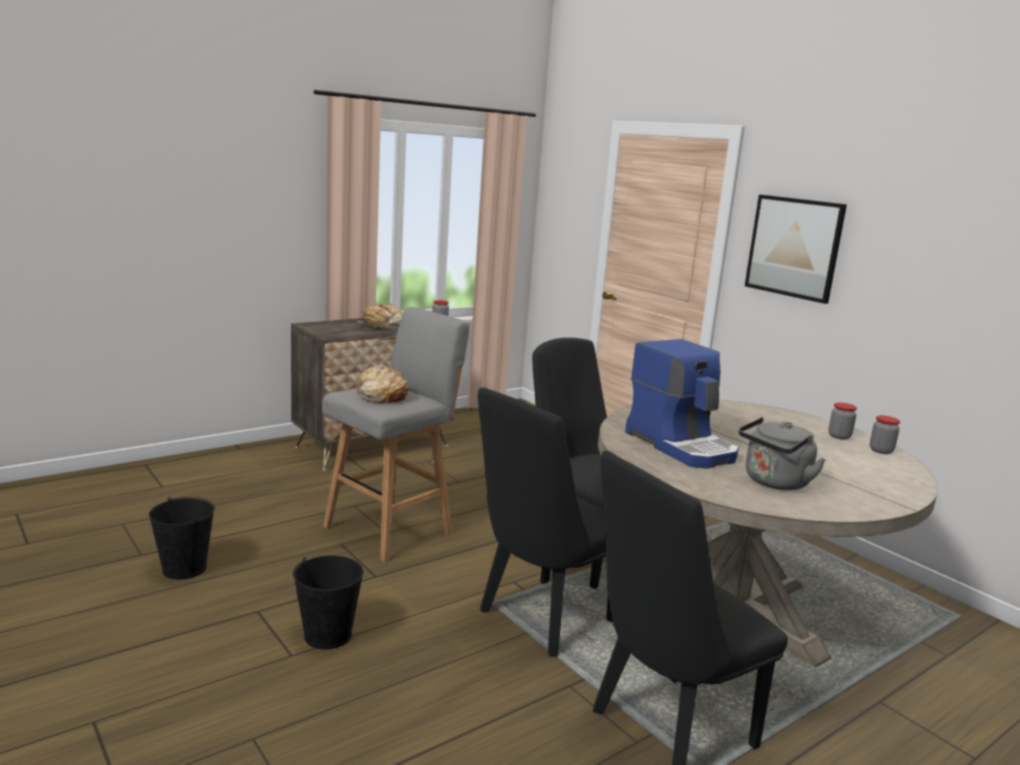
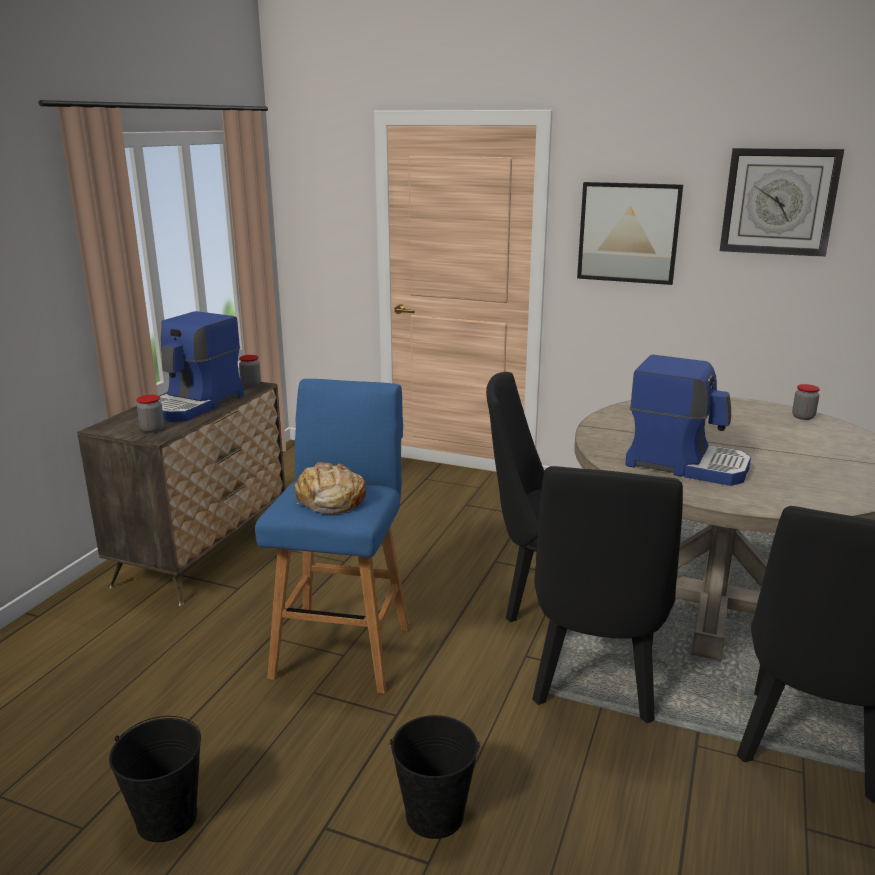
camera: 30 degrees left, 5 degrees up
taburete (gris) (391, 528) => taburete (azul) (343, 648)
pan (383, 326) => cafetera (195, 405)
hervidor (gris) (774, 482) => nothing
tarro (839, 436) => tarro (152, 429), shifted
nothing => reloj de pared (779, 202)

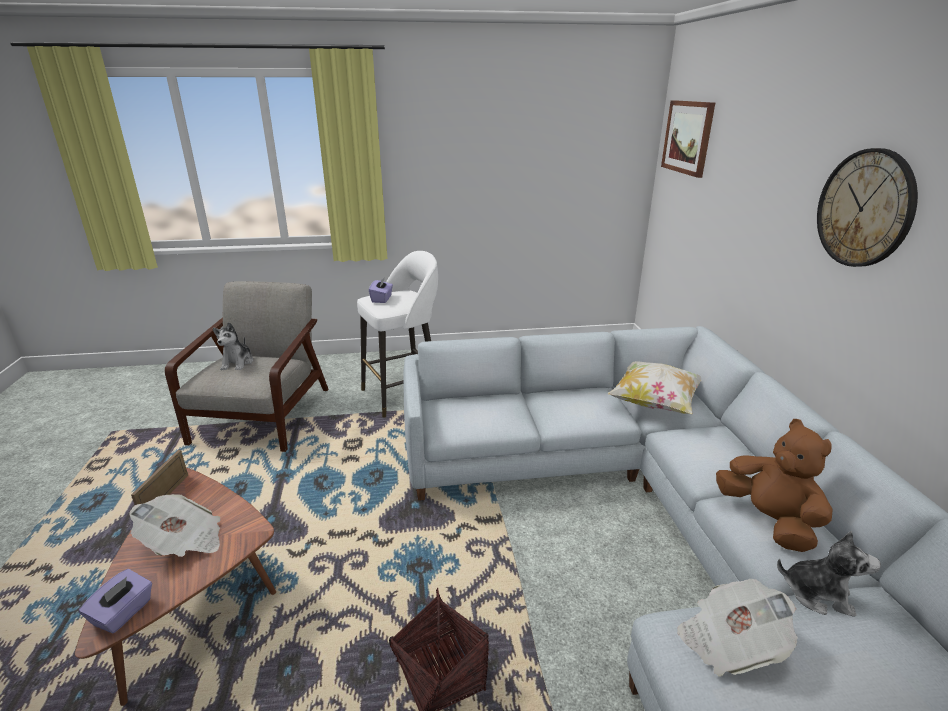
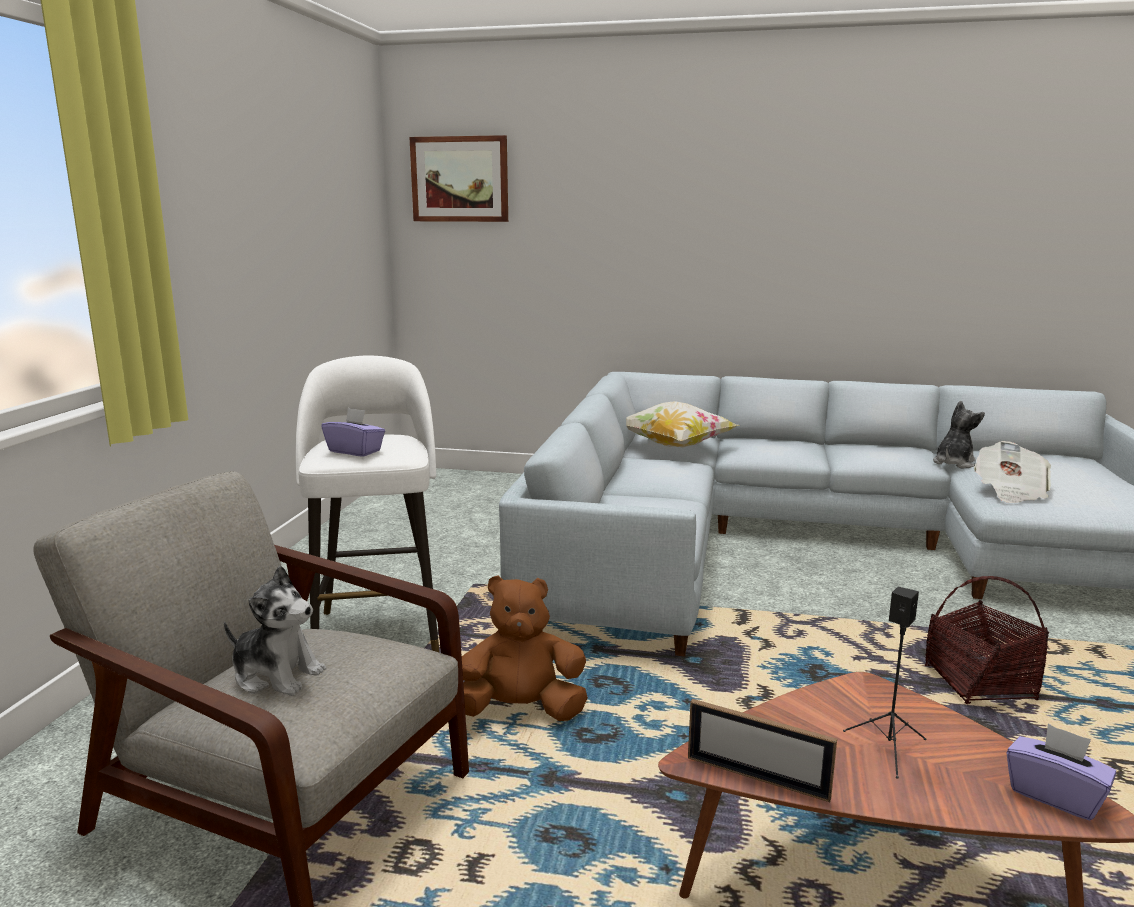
camera: 70 degrees left, 10 degrees down
periódico (184, 542) => altavoz (negro) (888, 748)
peluche (marrón) (768, 520) => peluche (marrón) (520, 711), shifted
reloj de pared (865, 208) => nothing

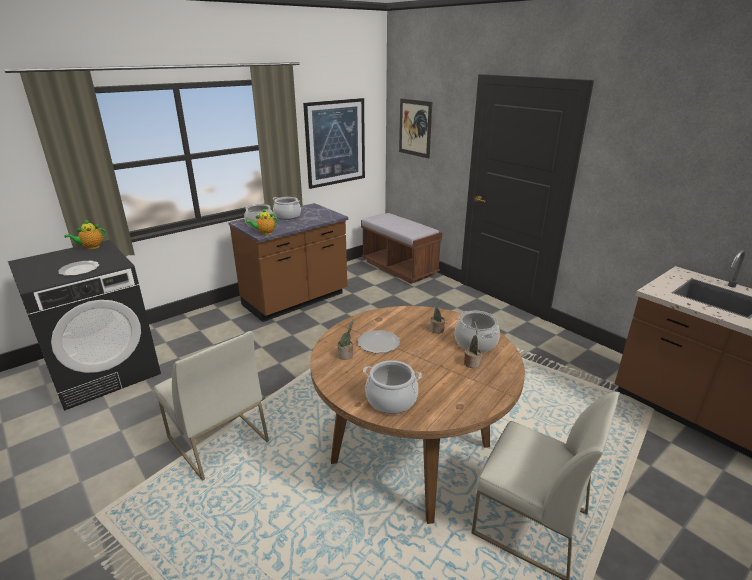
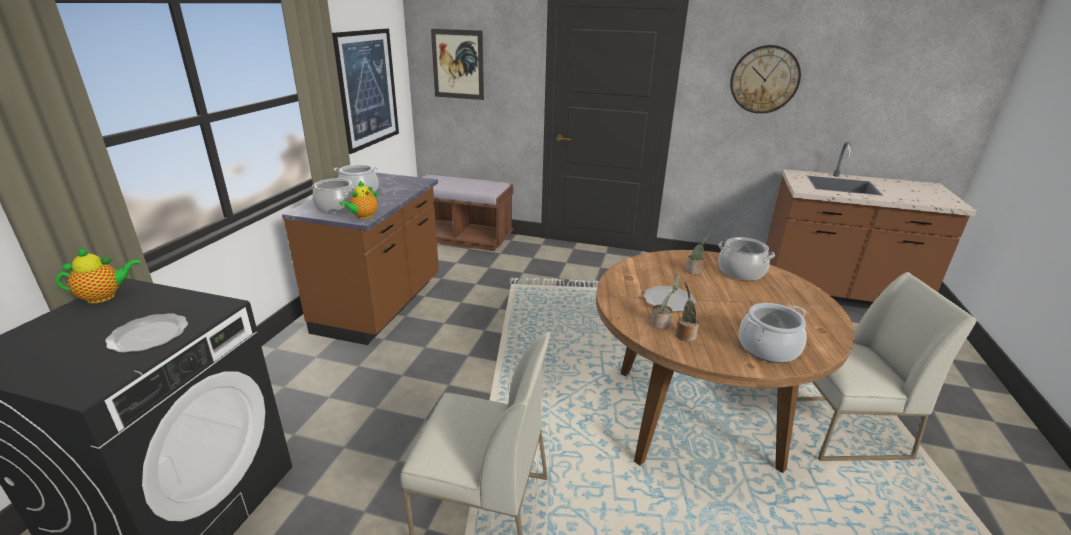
camera: 35 degrees left, 0 degrees up
tetera (91, 247) => tetera (104, 296), 135 degrees counterclockwise
planta en maceta (471, 362) => planta en maceta (684, 335), shifted
nothing => reloj de pared (764, 79)

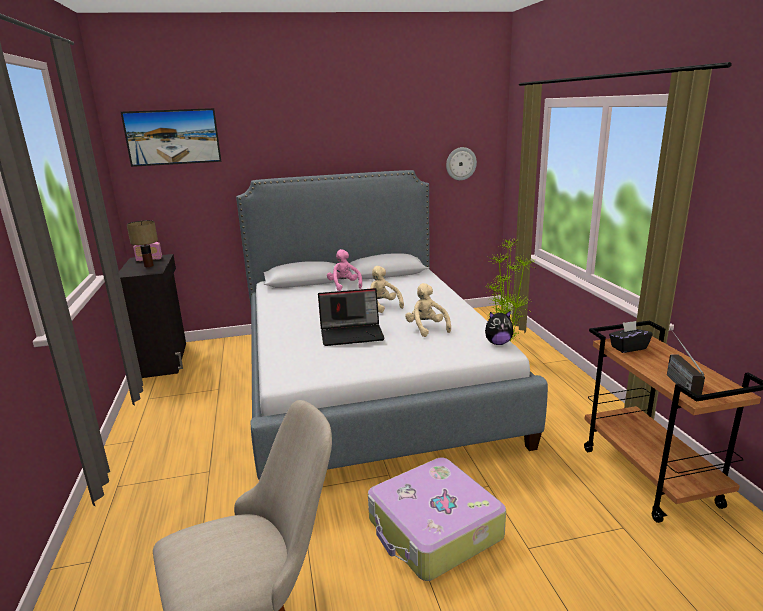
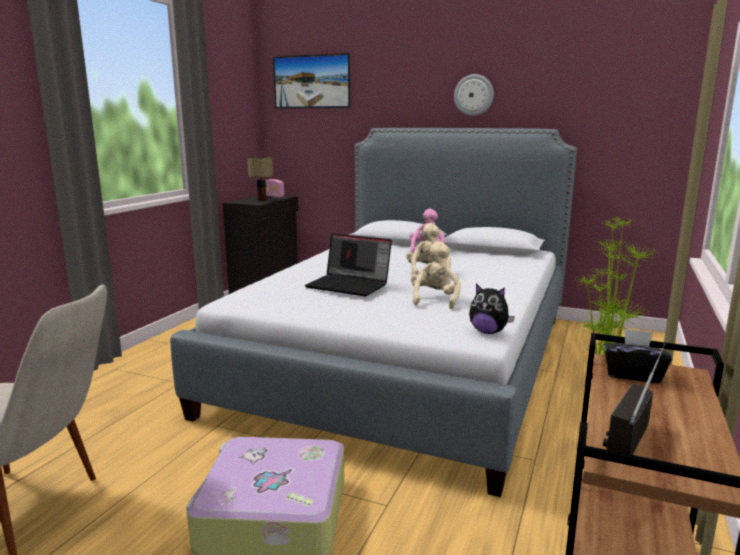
camera: 35 degrees right, 5 degrees down
reloj de pared (461, 163) => reloj de pared (473, 95), shifted

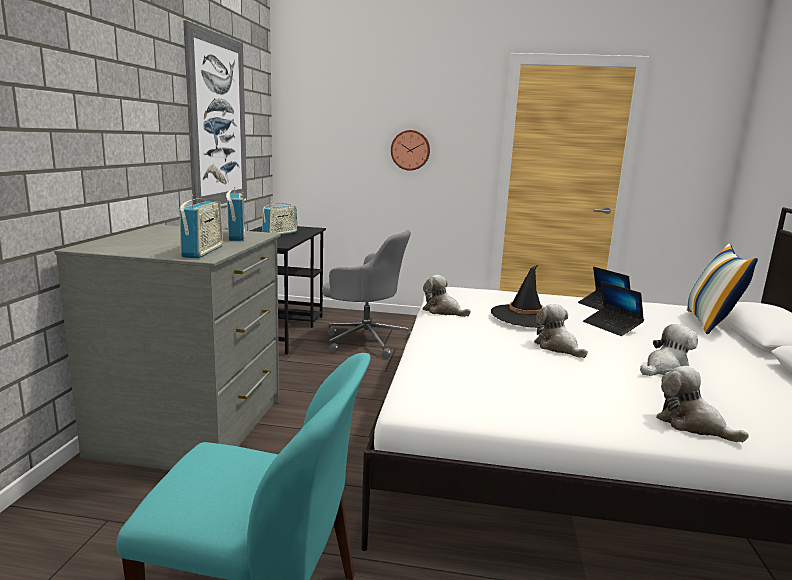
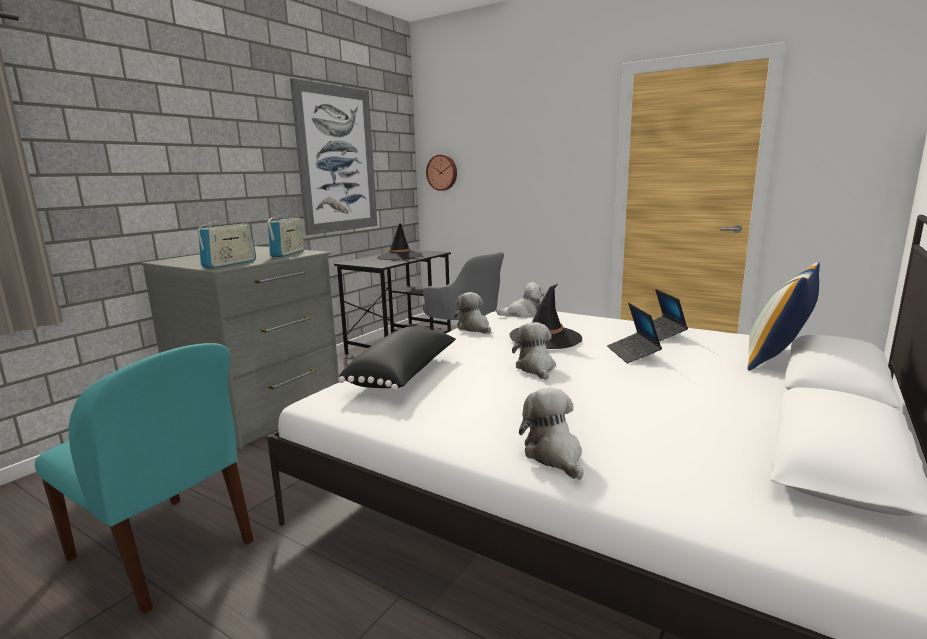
camera: 25 degrees right, 0 degrees up
radio (280, 233) => sombrero (negro) (399, 256)
reloj de pared (410, 150) => reloj de pared (442, 172), shifted
peluche (666, 370) => peluche (523, 314), shifted
nothing => cojín (negro) (405, 375)

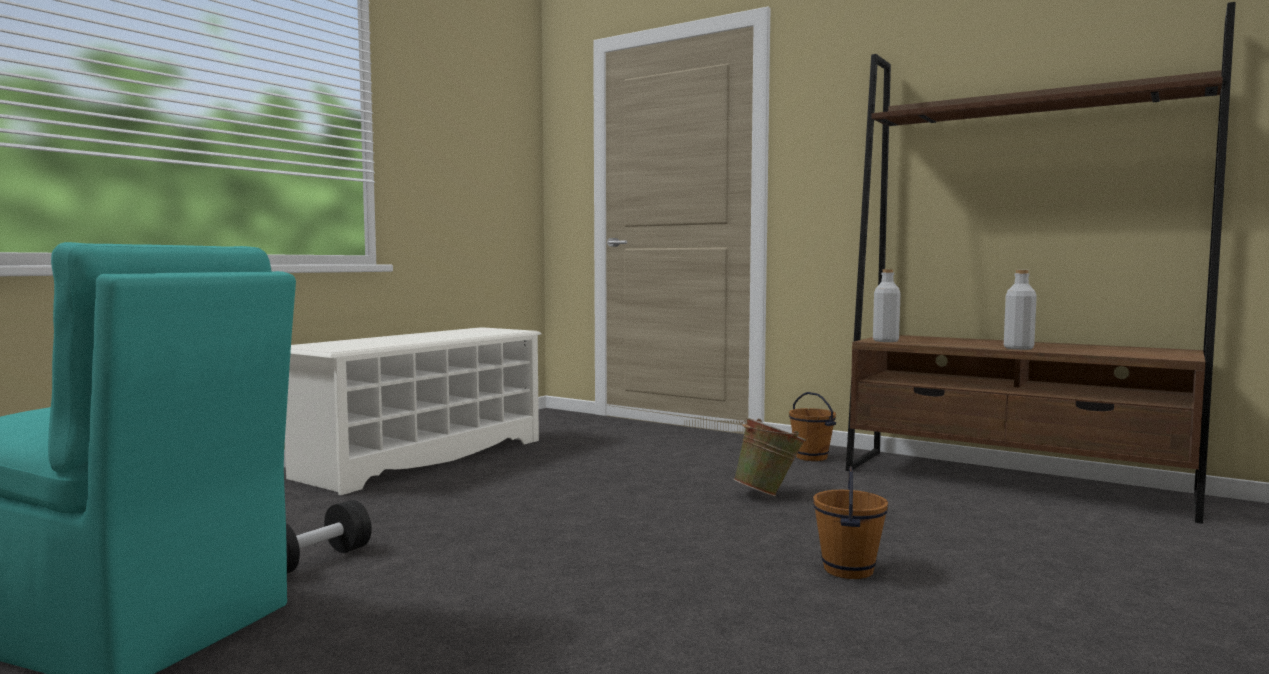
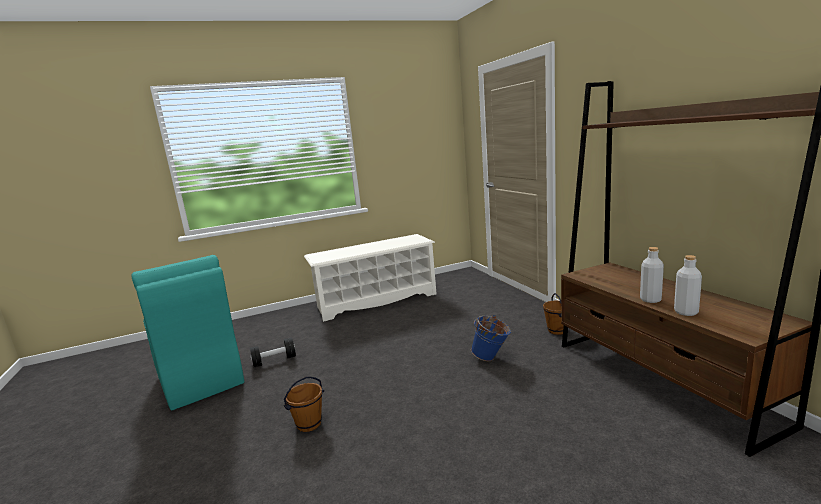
camera: 35 degrees right, 10 degrees up
cubo (verde) (769, 494) => cubo (azul) (492, 358)
cubo (marrón) (847, 570) => cubo (marrón) (309, 424), shifted
botella (gris) (885, 341) => botella (gris) (686, 312), shifted

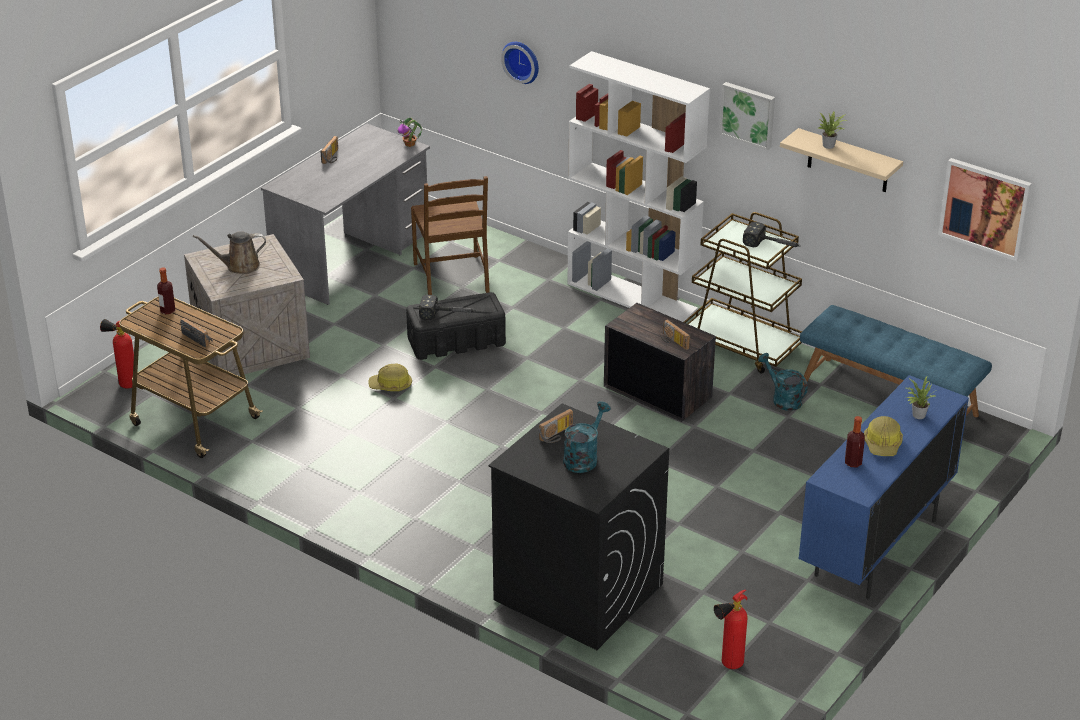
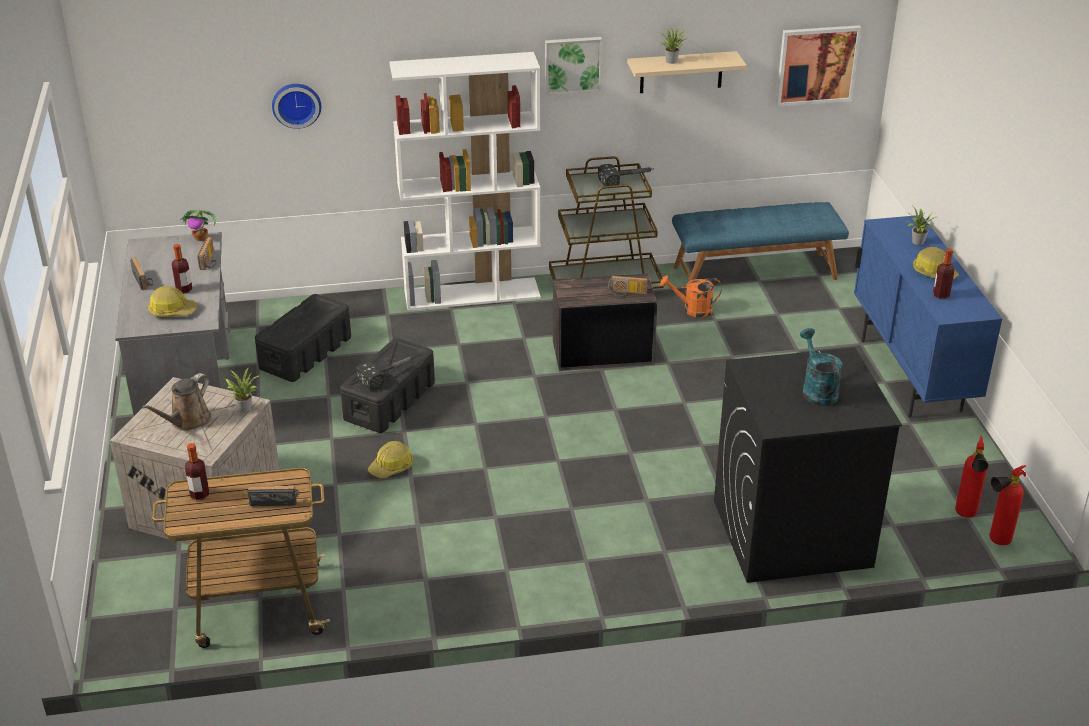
camera: 45 degrees left, 0 degrees up
extintor (124, 384) => extintor (995, 542), shifted
silla (marrón) (452, 278) => caja de almacenaje (negro) (305, 353)
radio (557, 435) => radio (210, 261), shifted
regadera (turquesa) (782, 399) => regadera (naranja) (692, 310)
nothing => casco (172, 311)
nothing => botella (184, 290)
nothing => planta en maceta (244, 407)

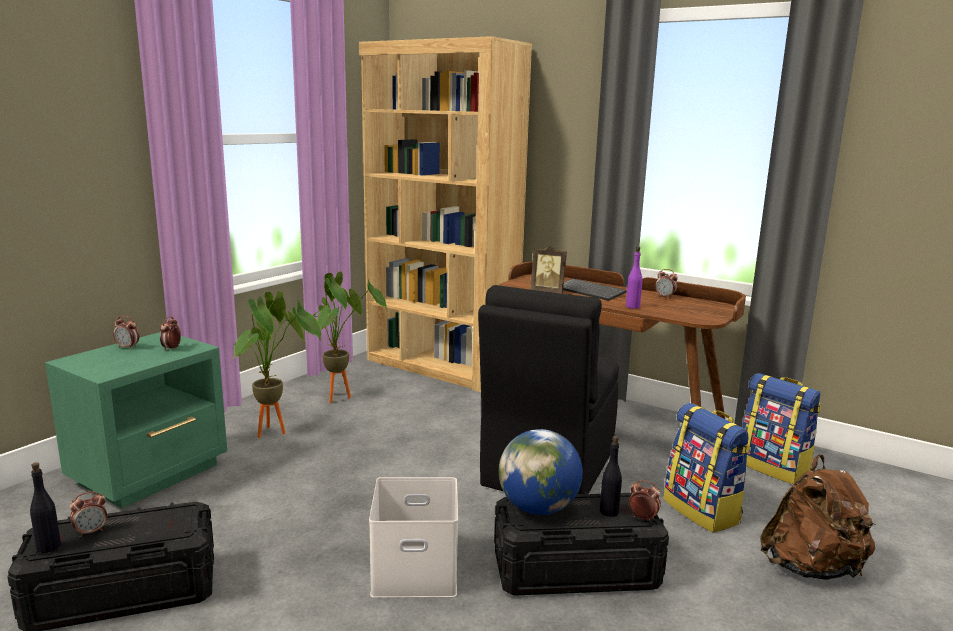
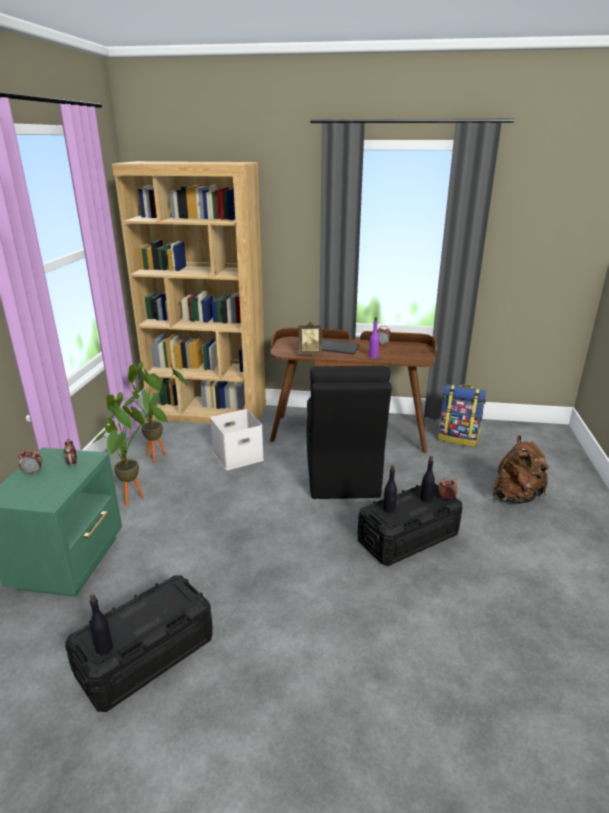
camera: 25 degrees left, 10 degrees up
despertador (91, 531) => nothing
caja de almacenaje (blanco) (417, 569) => caja de almacenaje (blanco) (238, 455), shifted
globo terráqueo (538, 508) => botella (negro) (389, 509)
mochila (703, 511) => nothing

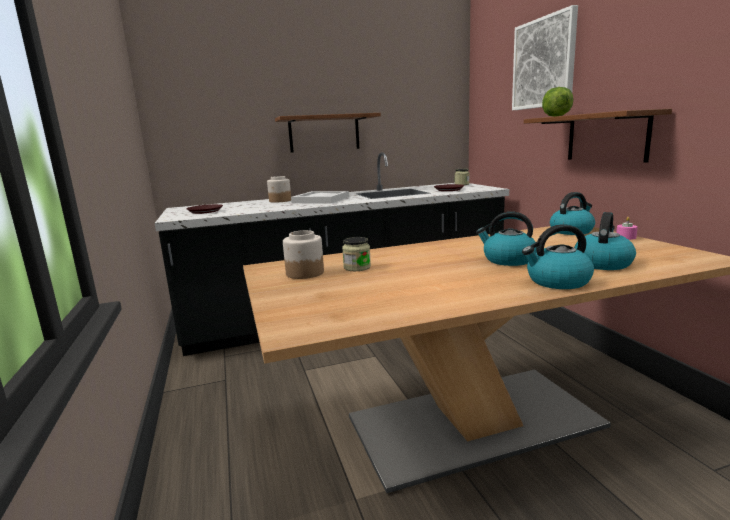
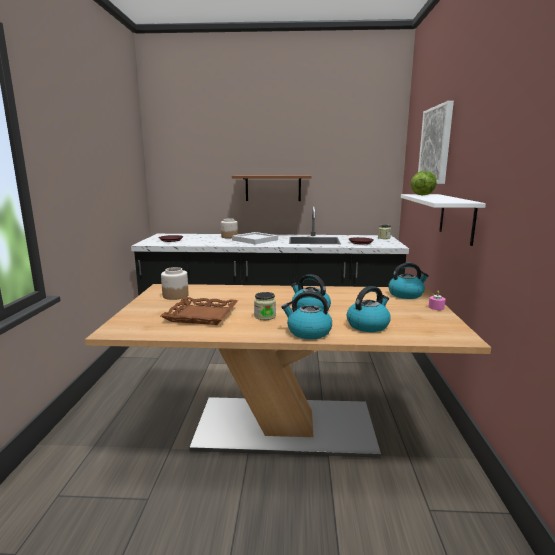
camera: 20 degrees right, 0 degrees up
tarro (357, 267) => tarro (265, 316), shifted
estante (marrón) (606, 137) => estante (blanco) (457, 218)
nothing => bandeja (marrón) (202, 315)

